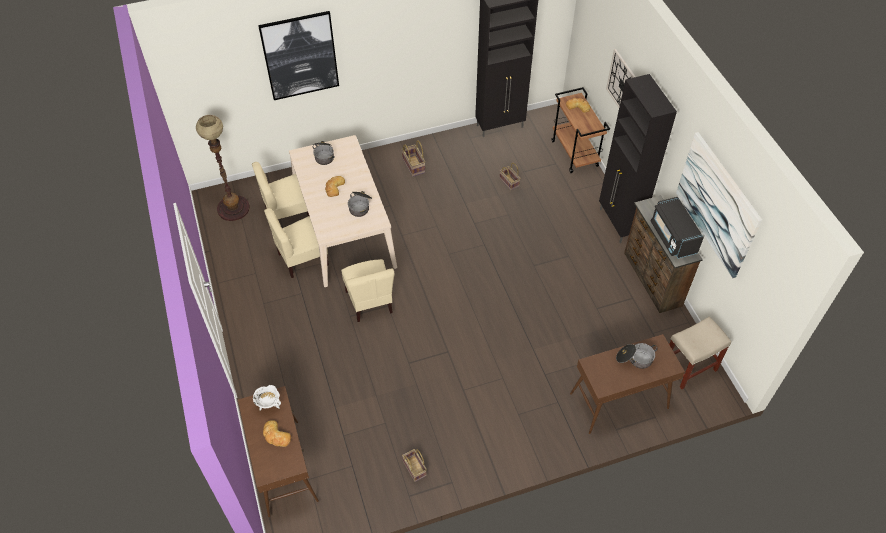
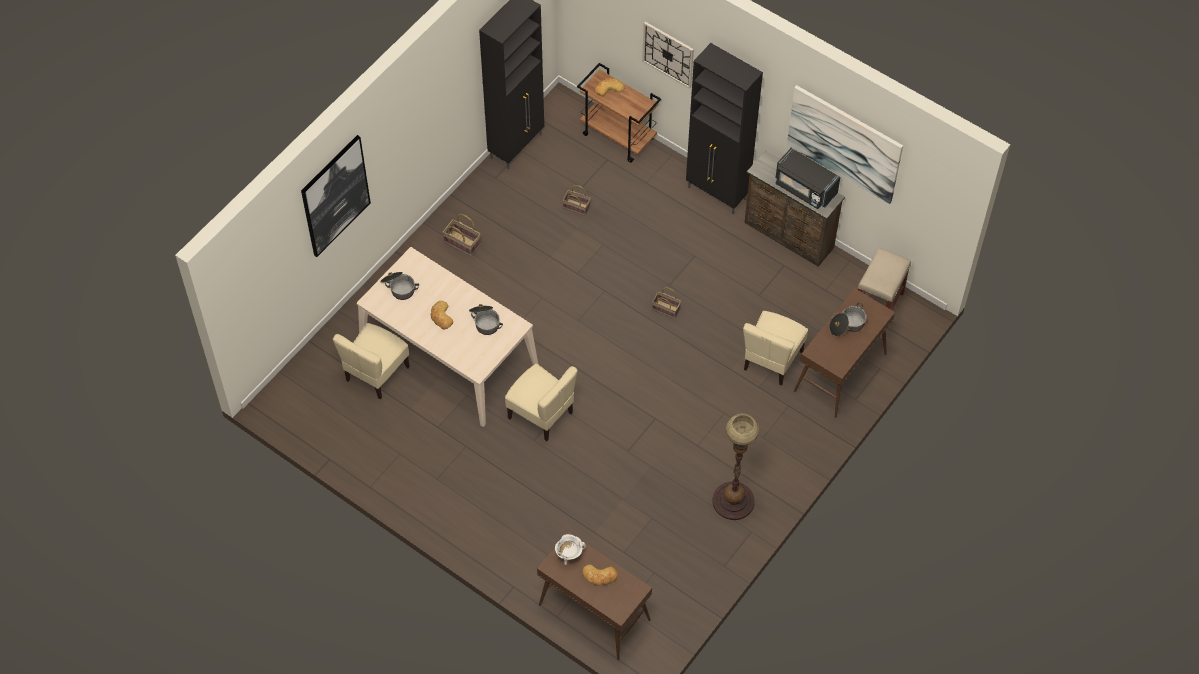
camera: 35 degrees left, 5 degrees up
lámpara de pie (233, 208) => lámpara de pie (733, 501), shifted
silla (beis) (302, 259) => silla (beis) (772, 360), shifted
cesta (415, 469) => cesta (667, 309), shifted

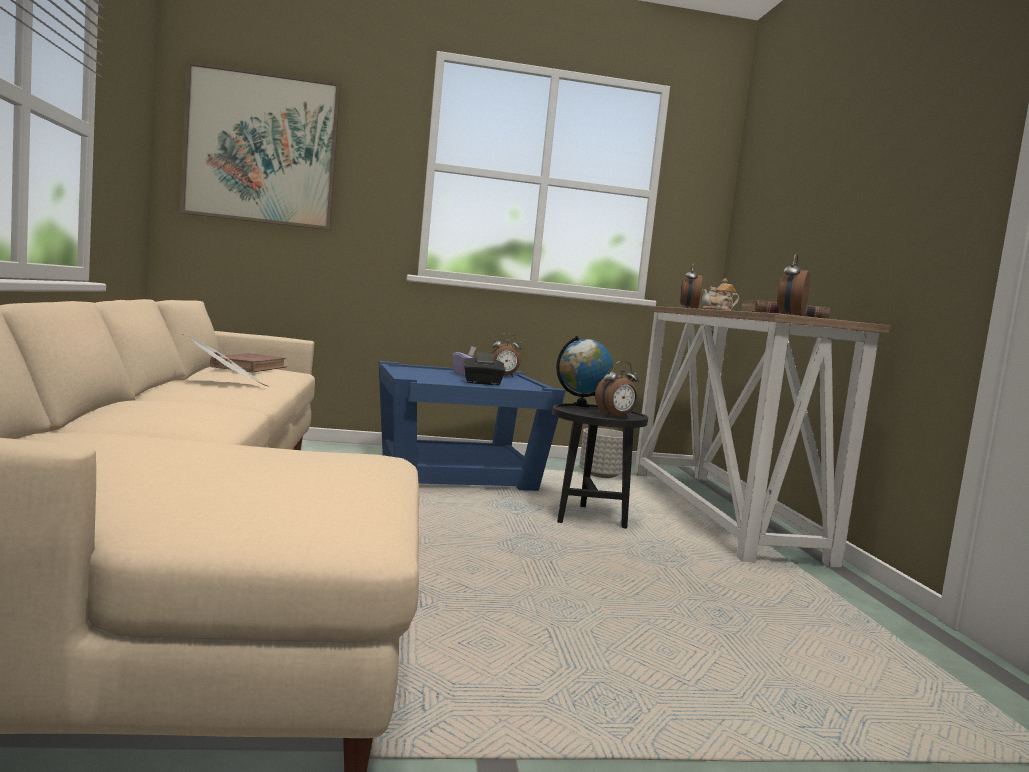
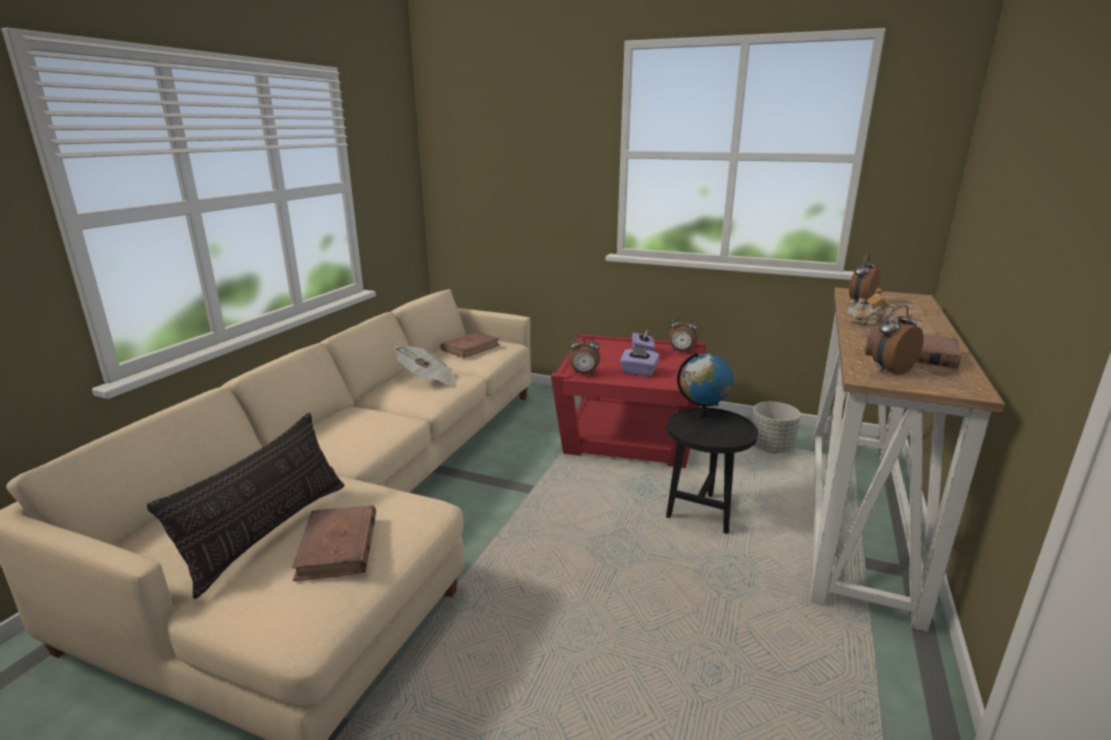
camera: 30 degrees right, 15 degrees up
cuadro (261, 148) => nothing
mesa auxiliar (azul) (456, 473) => mesa auxiliar (rojo) (629, 436)
caja de pañuelos (negro) (482, 383) => caja de pañuelos (morado) (638, 372)
despertador (616, 416) => despertador (583, 373), shifted
nothing => cojín (269, 532)
nothing => libro (marrón) (338, 546)

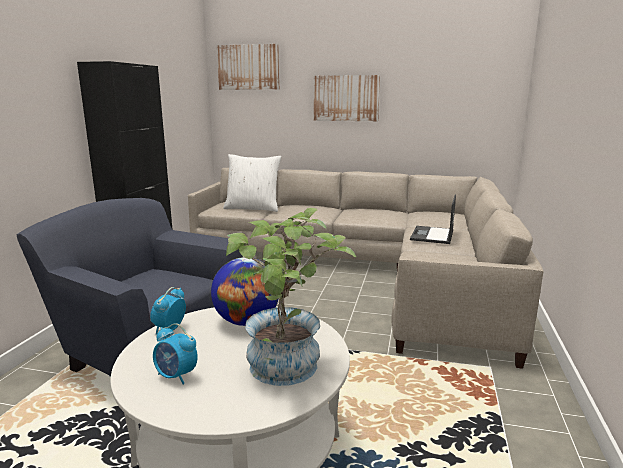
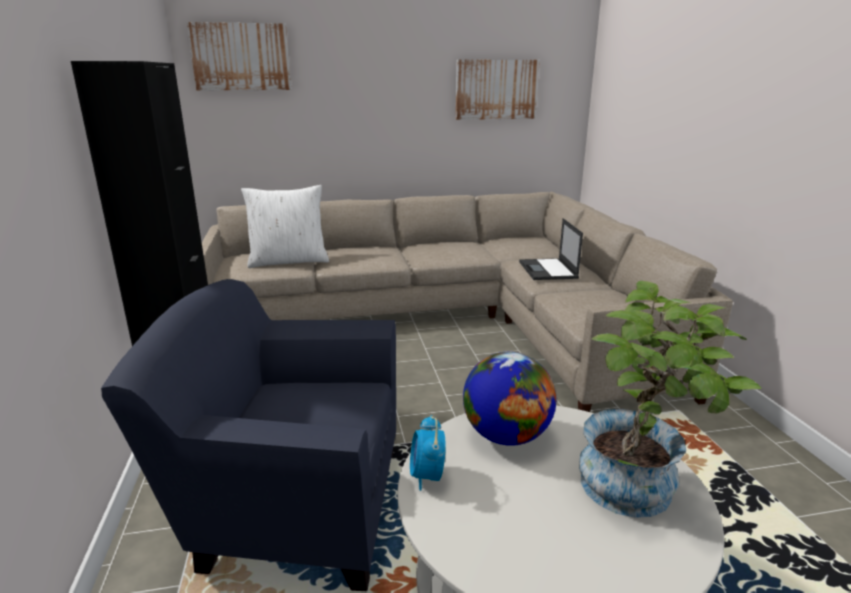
camera: 25 degrees left, 5 degrees up
despertador (176, 376) => nothing
cuadro (346, 98) => cuadro (496, 89), shifted

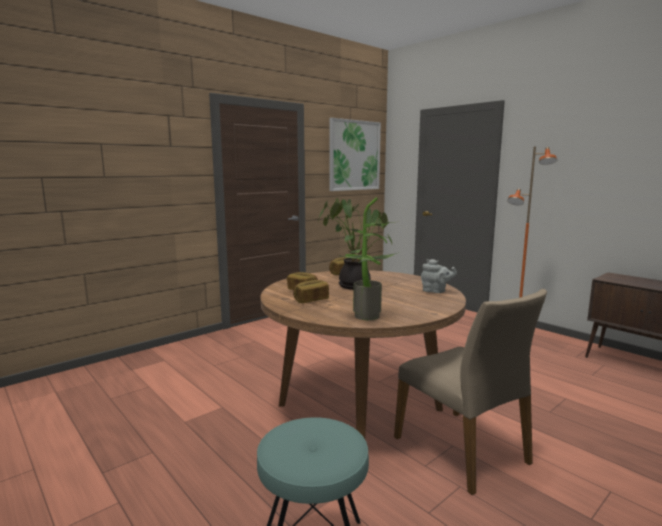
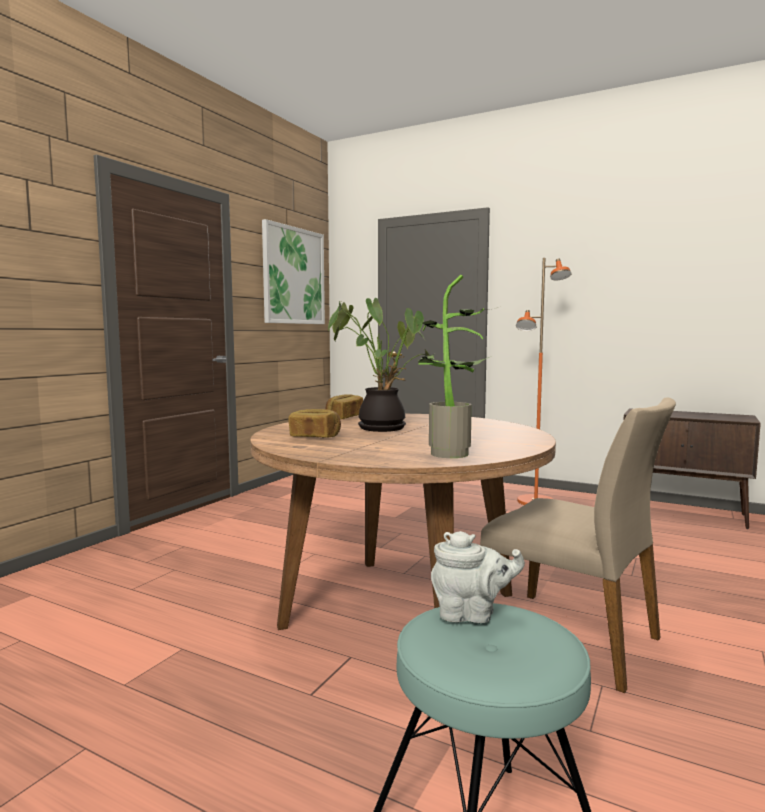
camera: 20 degrees left, 5 degrees down
pan (311, 300) => nothing
tetera (gris) (435, 291) => tetera (gris) (471, 614), shifted

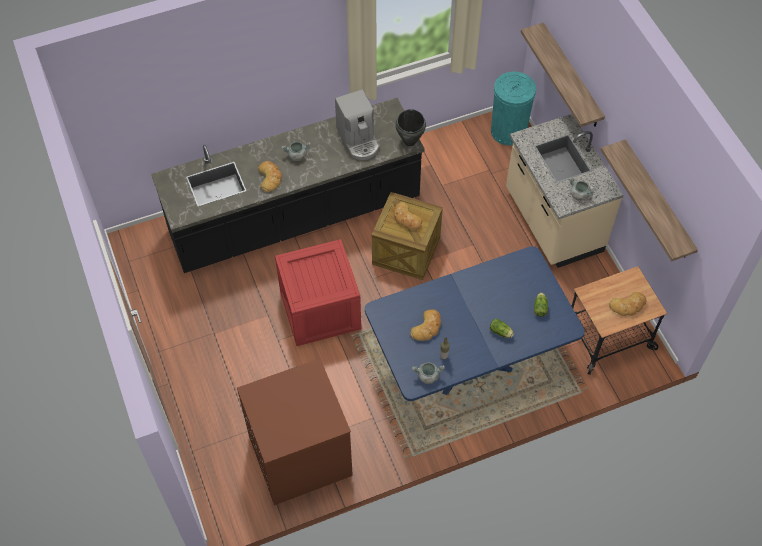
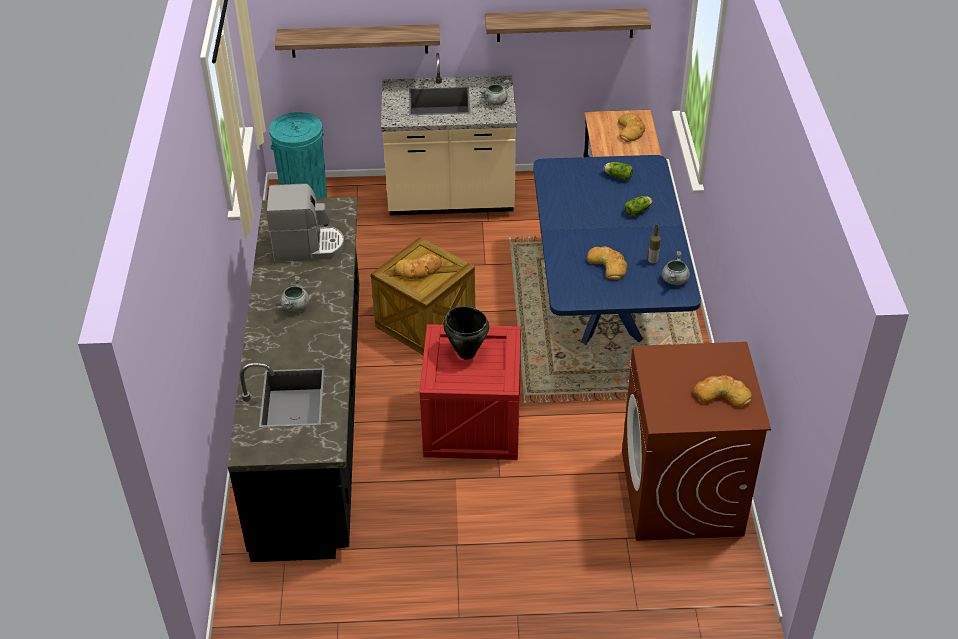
camera: 70 degrees left, 15 degrees down
pan (270, 177) => pan (722, 394), shifted
olla (negro) (410, 141) => olla (negro) (466, 353), shifted

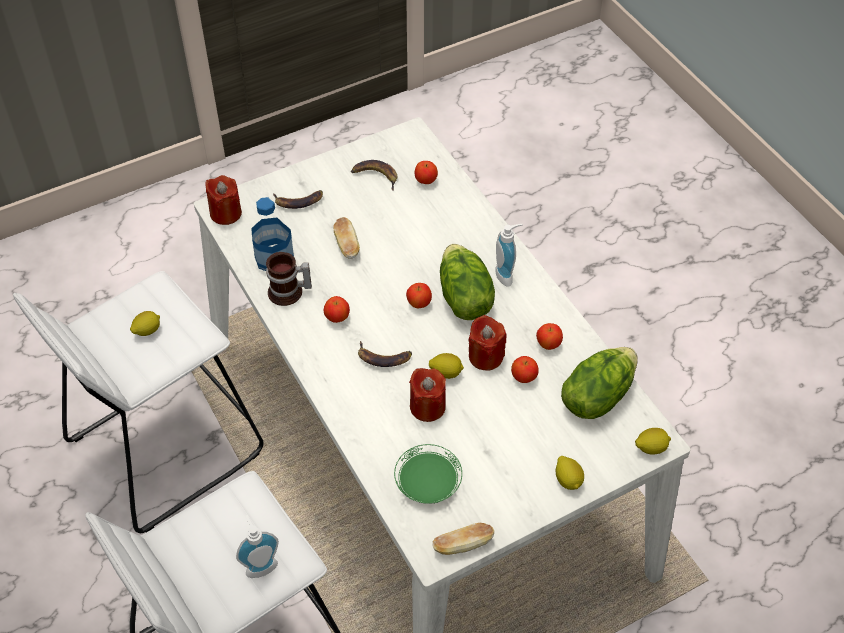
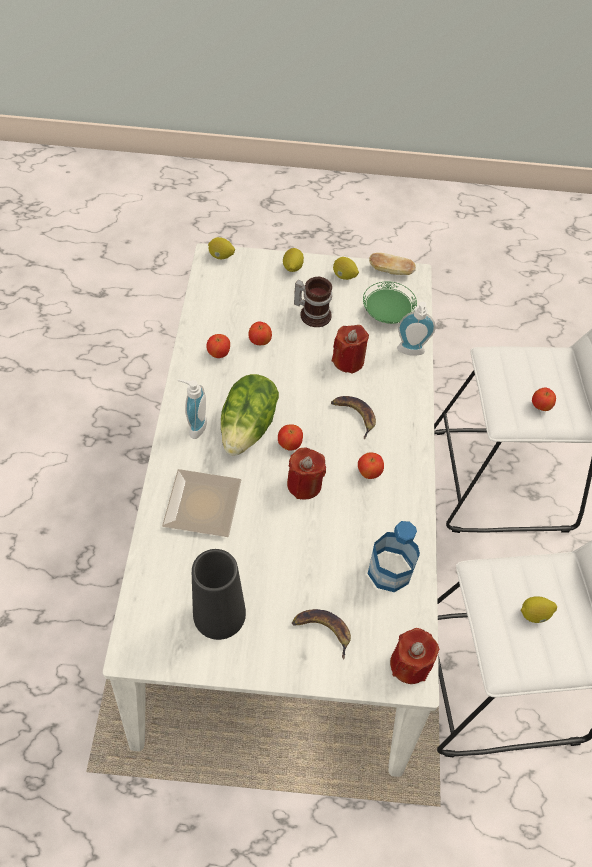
camera: 150 degrees left, 5 degrees up
dispensador de jabón (260, 565) => dispensador de jabón (410, 352), shifted
taza grande (289, 293) => taza grande (313, 313), shifted
pan (347, 245) => nothing
plátano (375, 176) => florero (negro) (219, 614)
manzana (426, 181) => manzana (540, 406), shifted
limón (446, 373) => limón (344, 276), shifted
vela (rojo) (485, 356) => vela (rojo) (304, 484), shifted
lechuga (596, 396) => nothing
nothing => plato (205, 503)

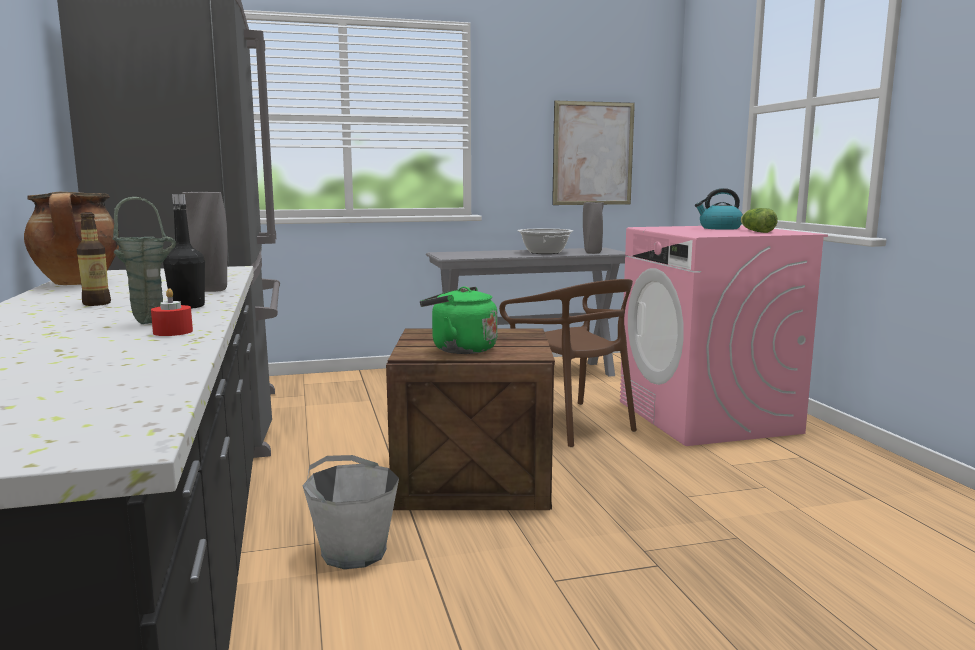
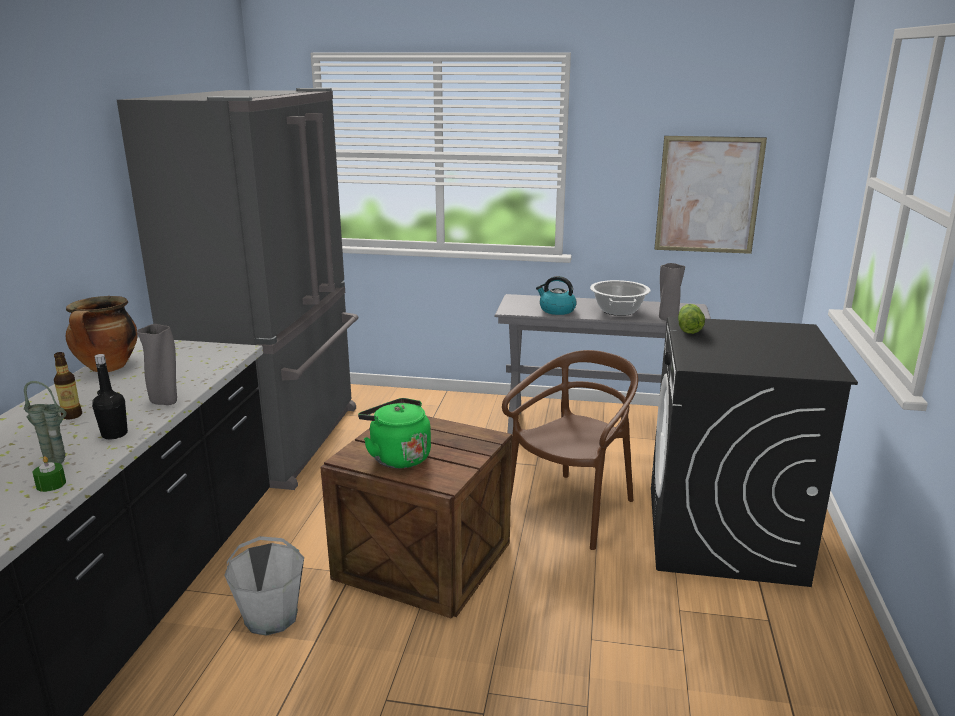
camera: 25 degrees right, 10 degrees up
vela (rojo) (173, 332) => vela (verde) (51, 484)
silla (marrón) (570, 423) => silla (marrón) (572, 509), 135 degrees counterclockwise
lavadora (rosa) (707, 417) => lavadora (negro) (723, 534)
hervidor (719, 228) => hervidor (556, 310), shifted
lechuga (756, 231) => lechuga (689, 328), shifted

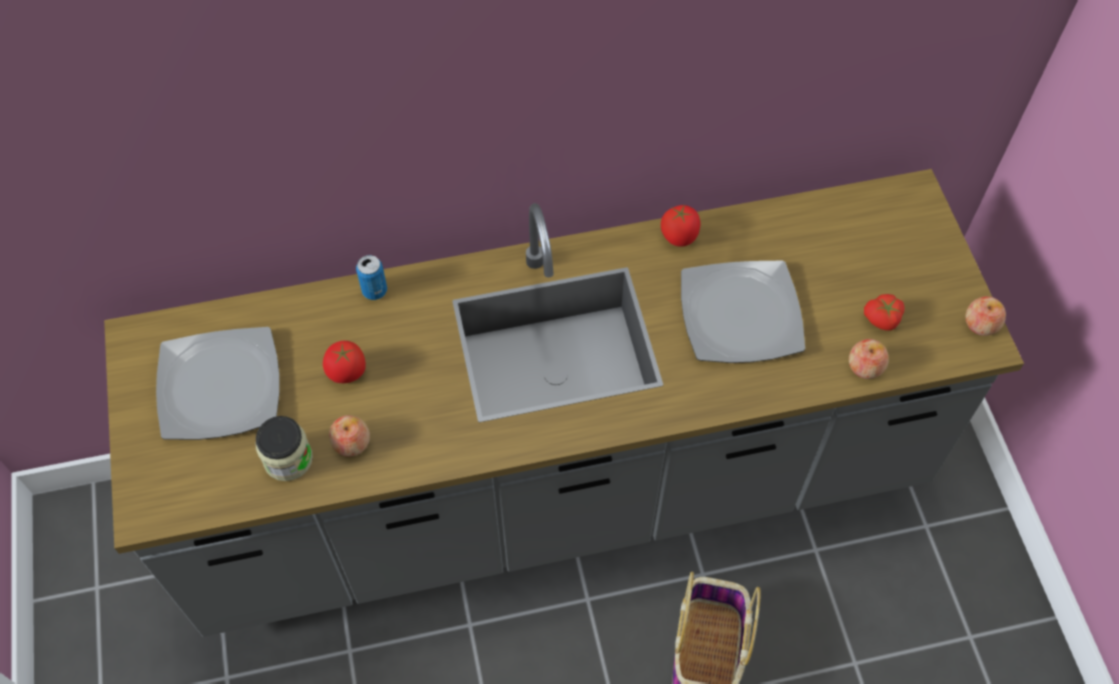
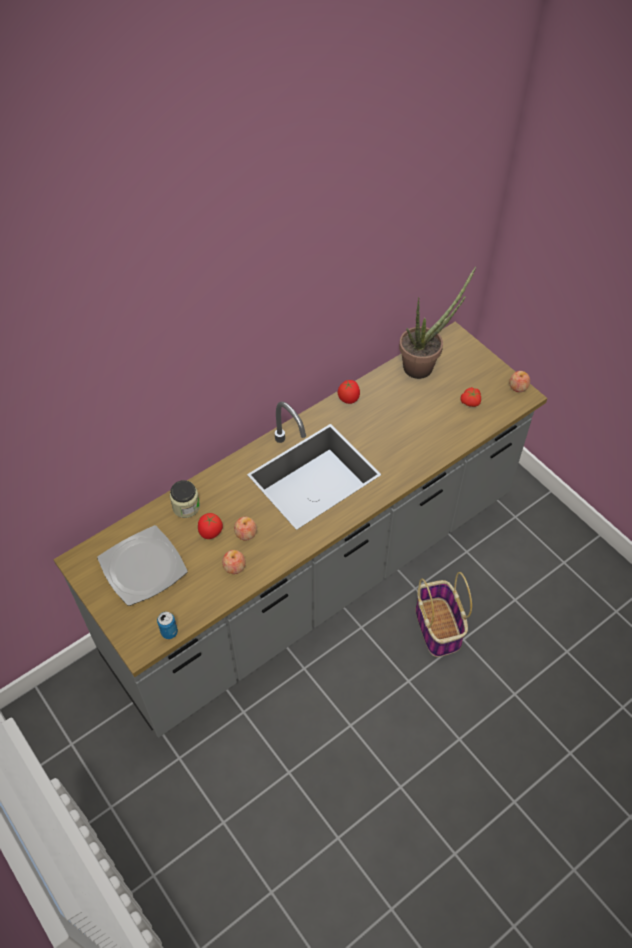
camera: 25 degrees left, 5 degrees down
tarro (288, 459) => tarro (186, 507), shifted
lata (374, 290) => lata (169, 632), shifted
plato (739, 315) => nothing
manzana (865, 366) => manzana (246, 533), shifted
nothing => planta en maceta (424, 365)

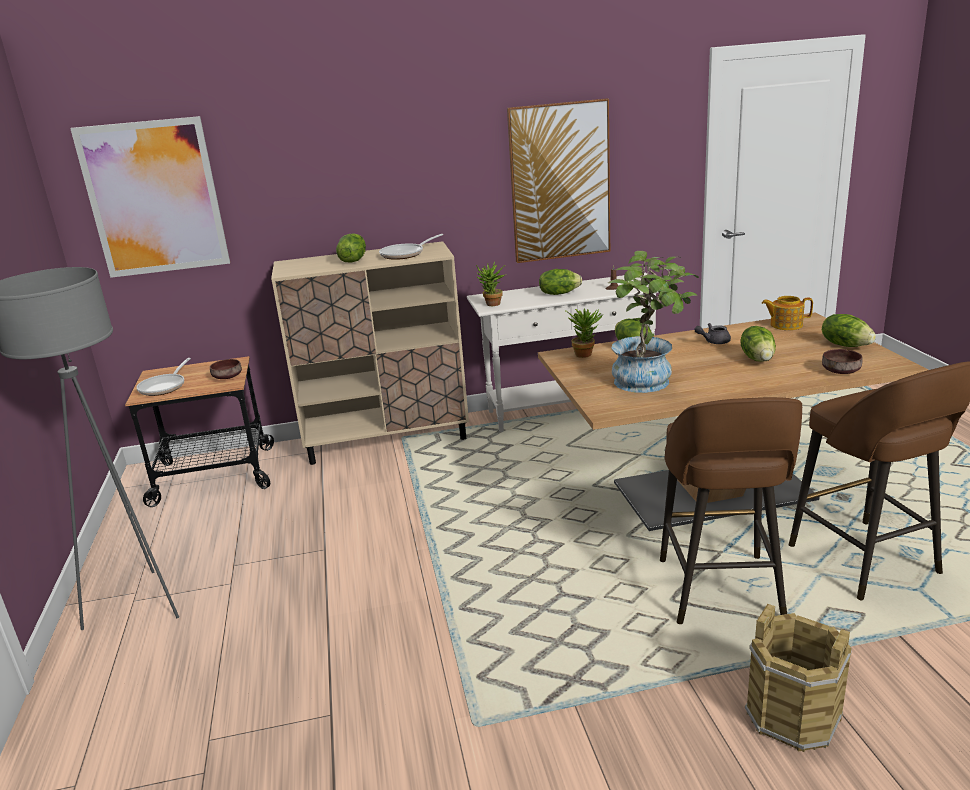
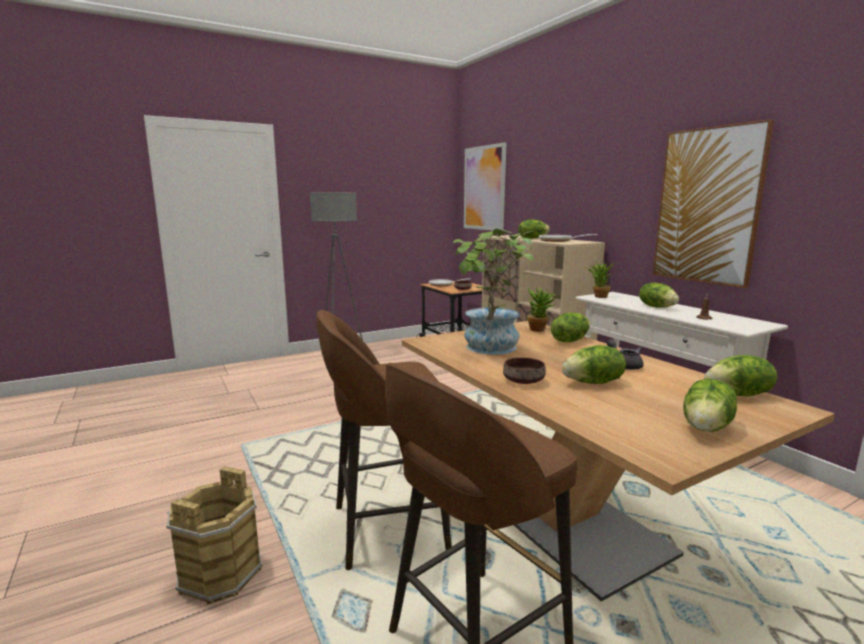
camera: 70 degrees right, 10 degrees down
tetera (785, 325) => lechuga (738, 395)
cuenco (marrón) (840, 371) => cuenco (marrón) (522, 381), shifted

